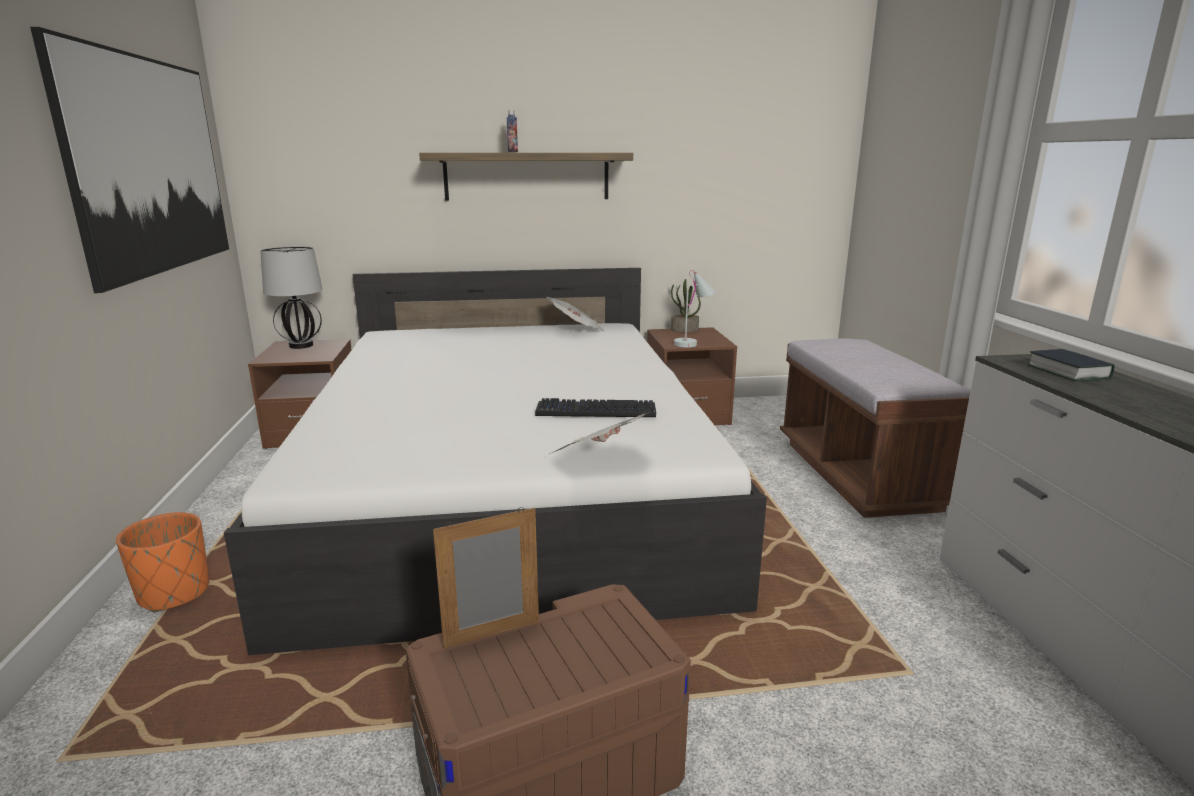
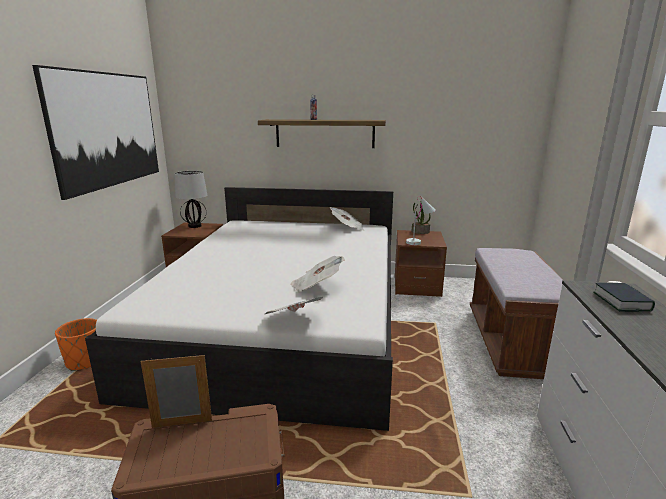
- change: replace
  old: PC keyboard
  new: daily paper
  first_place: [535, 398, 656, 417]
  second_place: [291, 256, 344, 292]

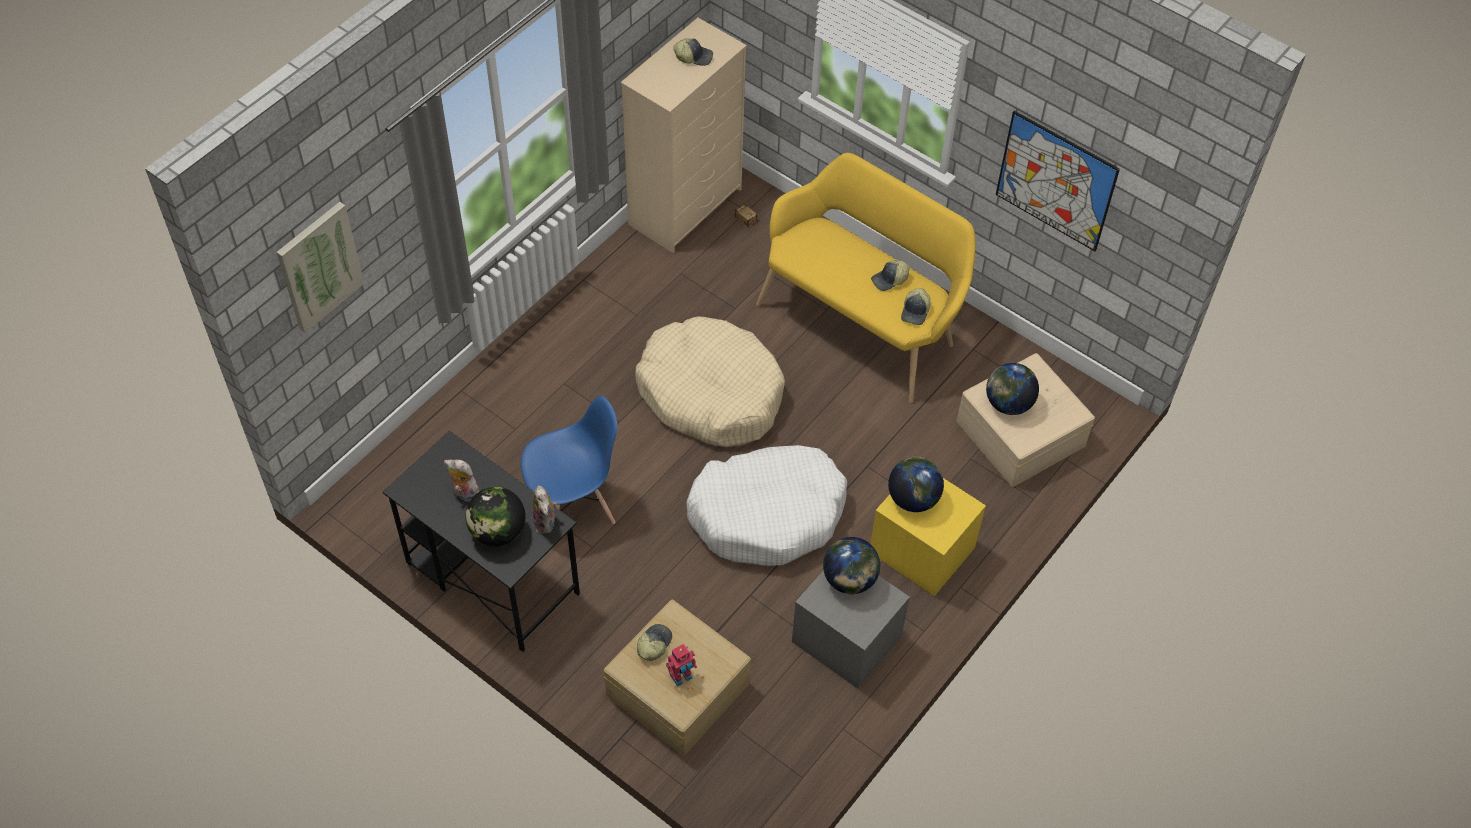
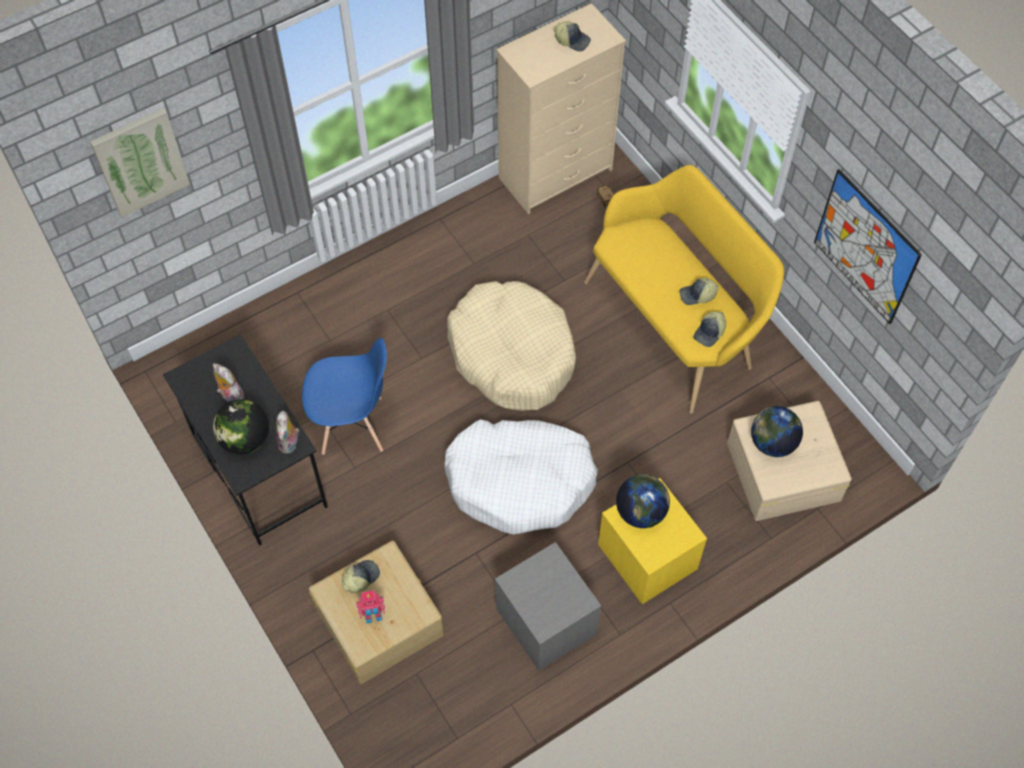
- change: delete
  old: world globe
  first_place: [823, 537, 880, 595]

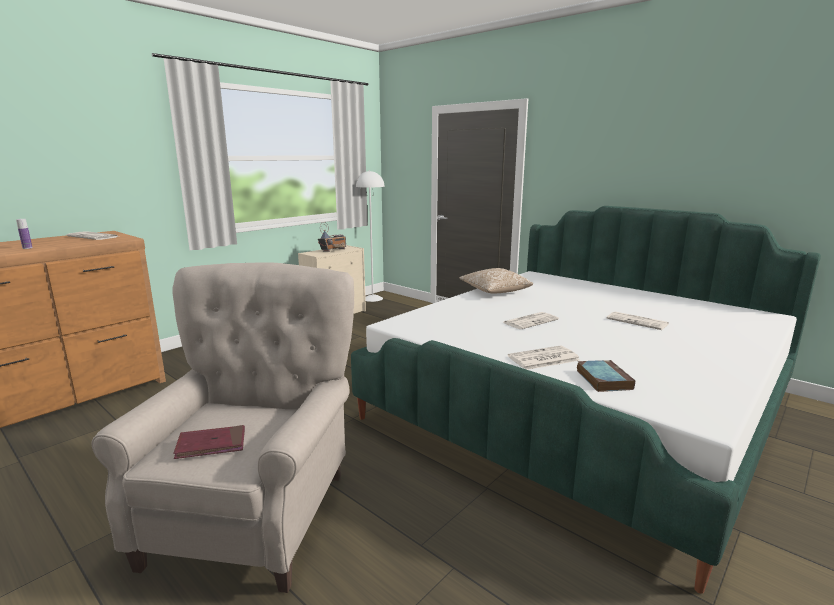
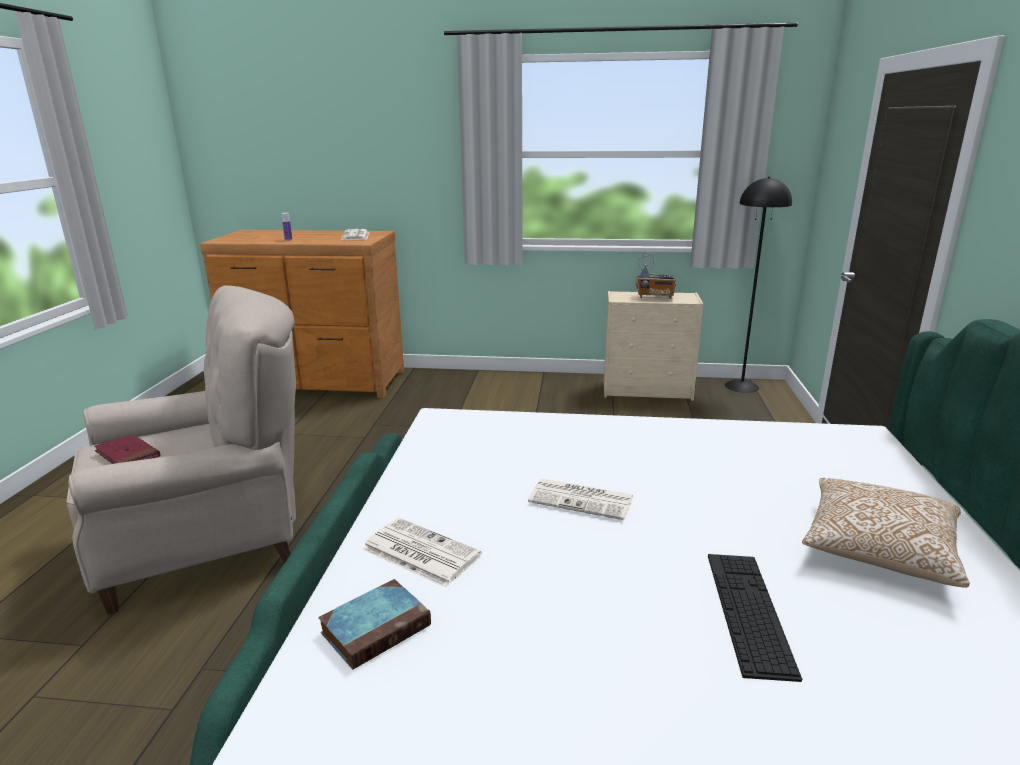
- change: recolor
  old: whitish standing lamp
  new: black standing lamp
  first_place: [356, 170, 385, 302]
  second_place: [725, 177, 792, 393]
- change: move
  old: cushion
  first_place: [459, 268, 533, 293]
  second_place: [802, 478, 970, 588]
- change: replace
  old: daily paper
  new: PC keyboard
  first_place: [607, 311, 669, 330]
  second_place: [708, 554, 802, 682]

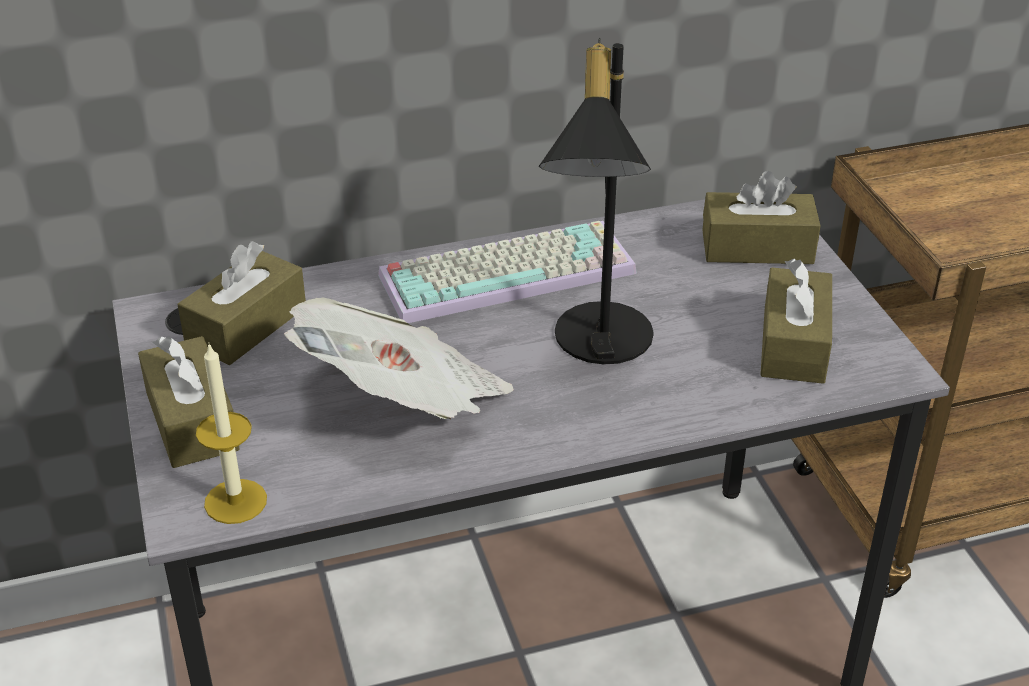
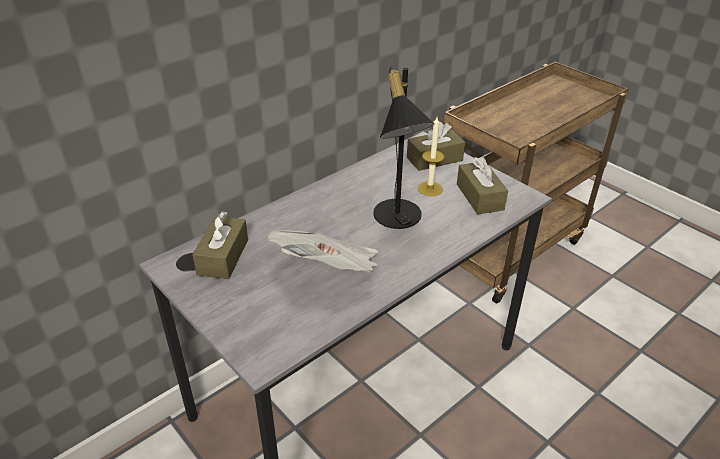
- change: delete
  old: brown-coloured tissue box
  first_place: [138, 336, 239, 468]
- change: move
  old: candle
  first_place: [196, 342, 267, 524]
  second_place: [418, 117, 445, 196]
- change: delete
  old: PC keyboard
  first_place: [378, 221, 637, 323]

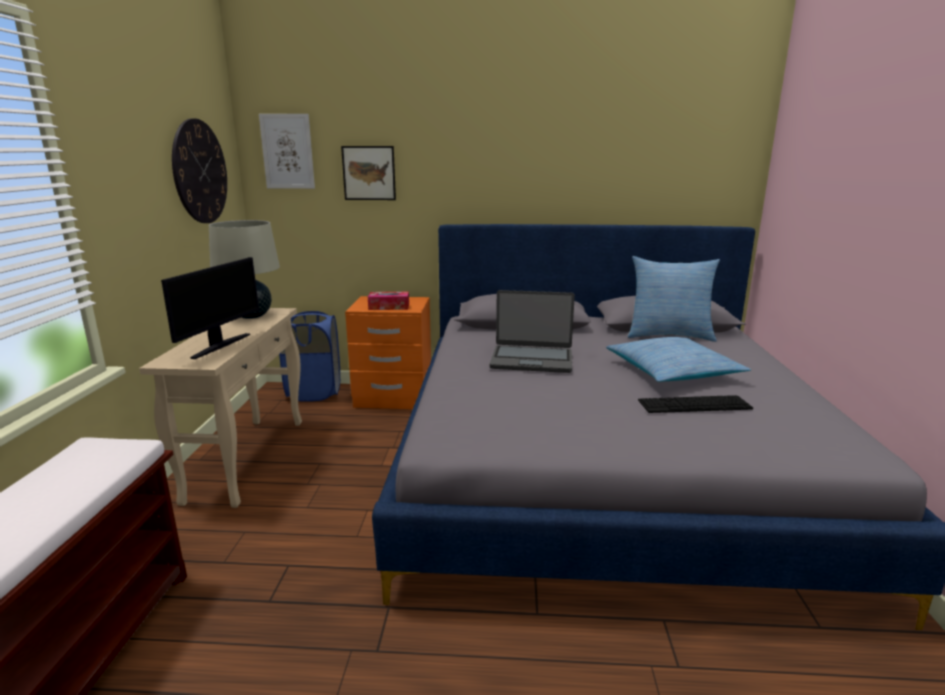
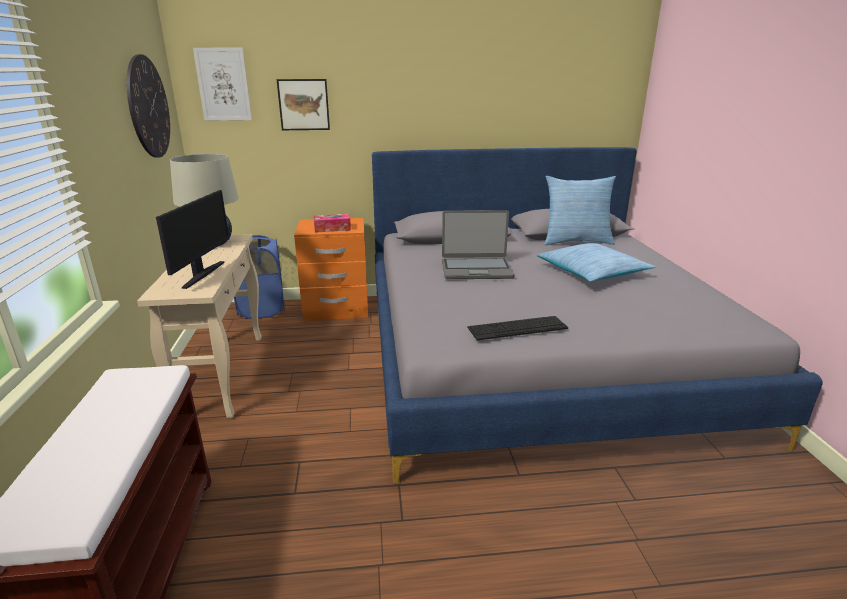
- change: move
  old: PC keyboard
  first_place: [638, 395, 753, 413]
  second_place: [468, 316, 568, 340]

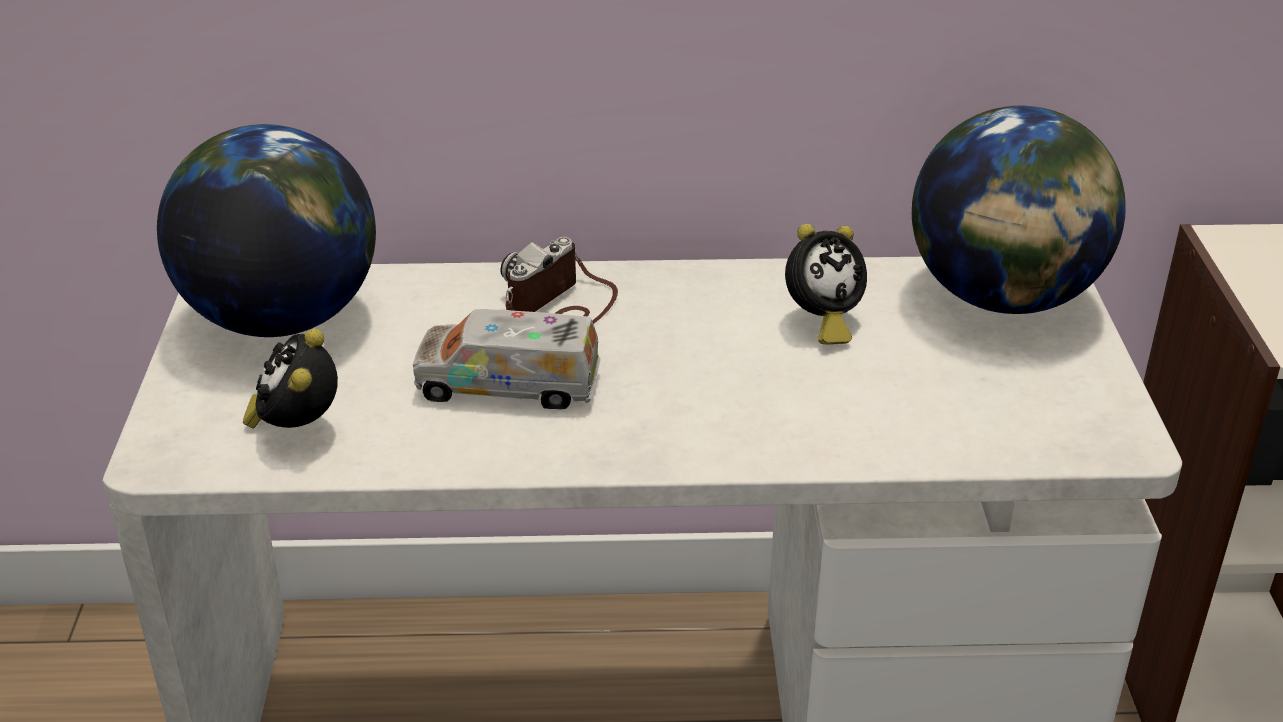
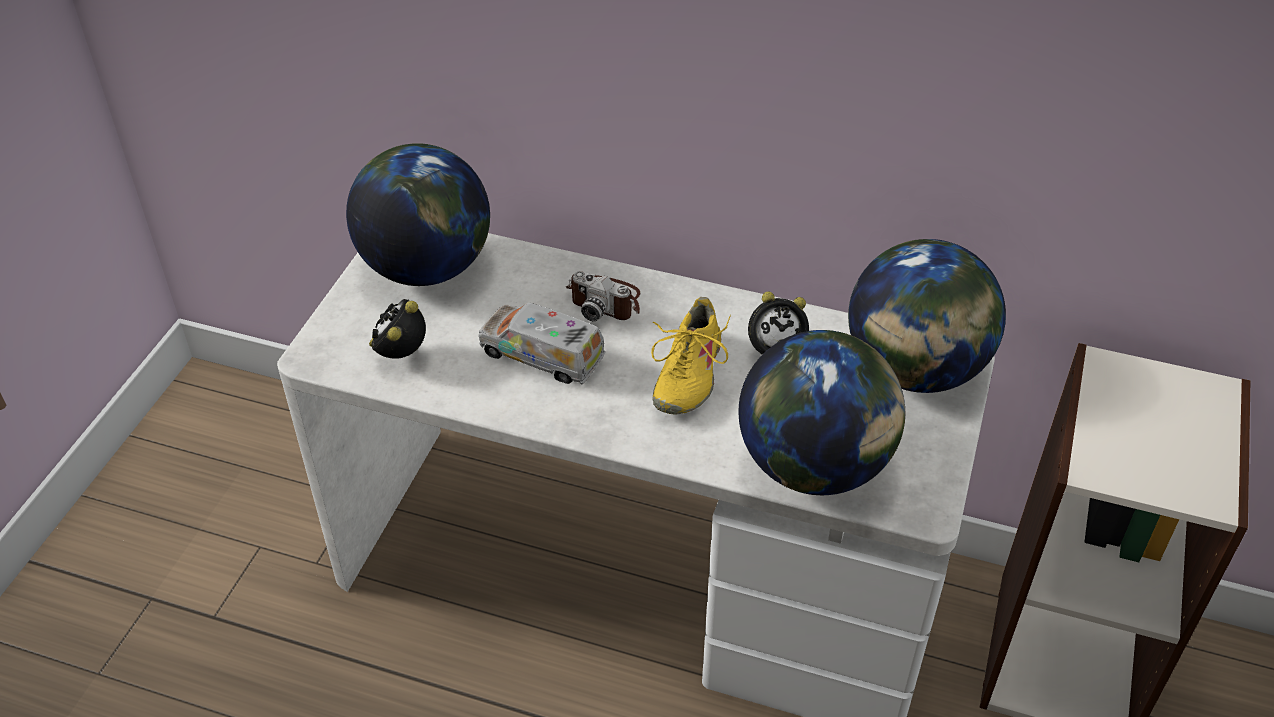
- change: rotate
  old: photo camera
  first_place: [500, 237, 618, 324]
  second_place: [566, 271, 640, 321]
  degrees: -120
- change: insert
  new: yellow-coloured low shoe
  second_place: [651, 297, 731, 414]
- change: insert
  new: world globe
  second_place: [738, 330, 905, 495]

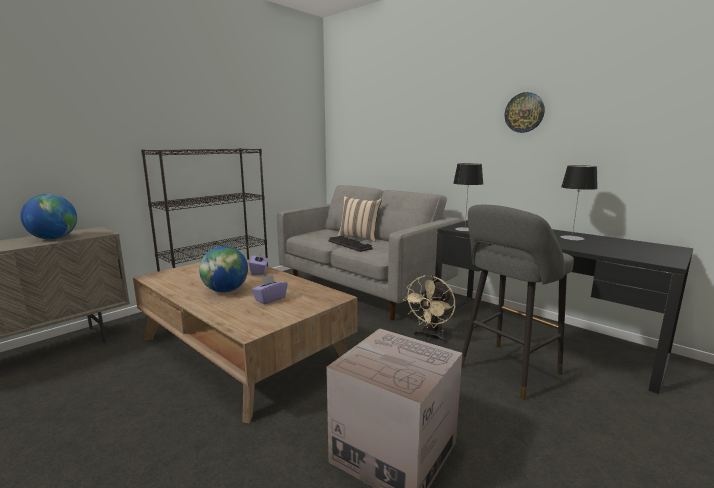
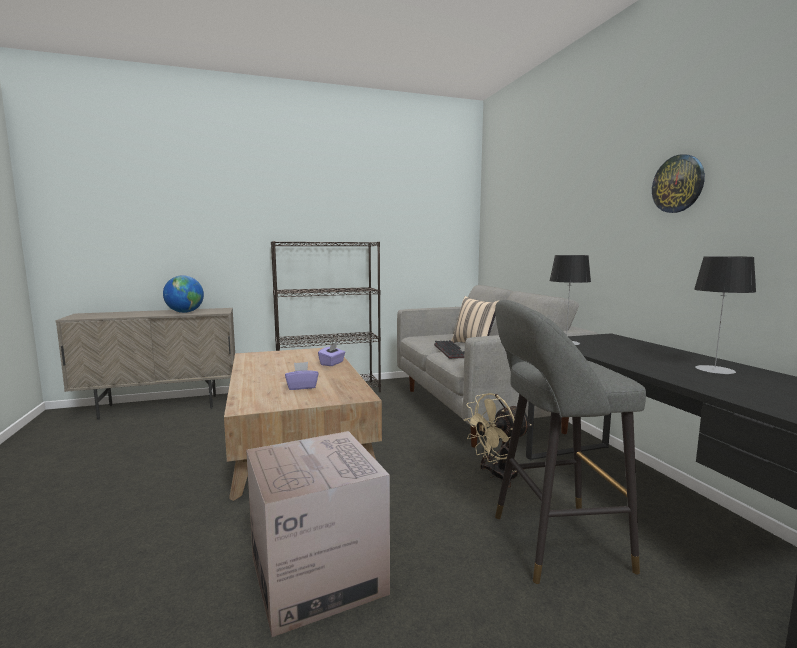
- change: delete
  old: world globe
  first_place: [199, 246, 248, 293]

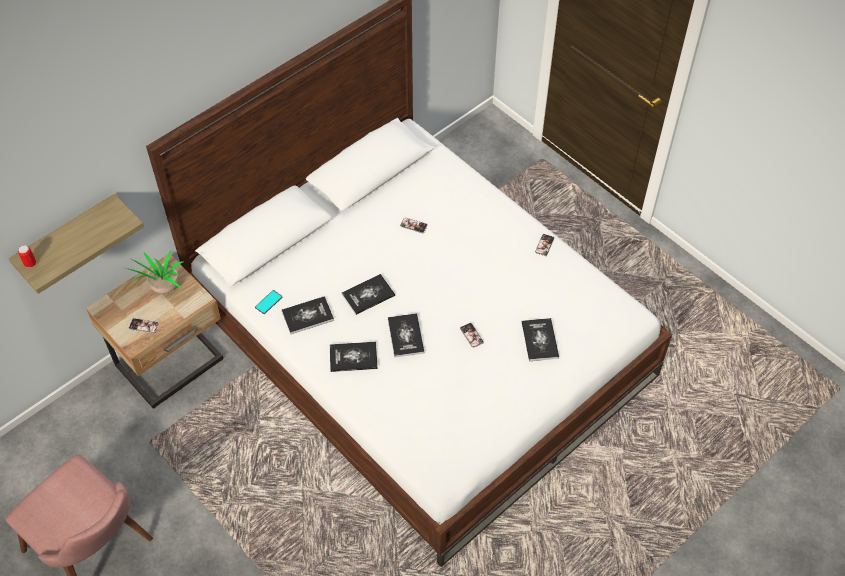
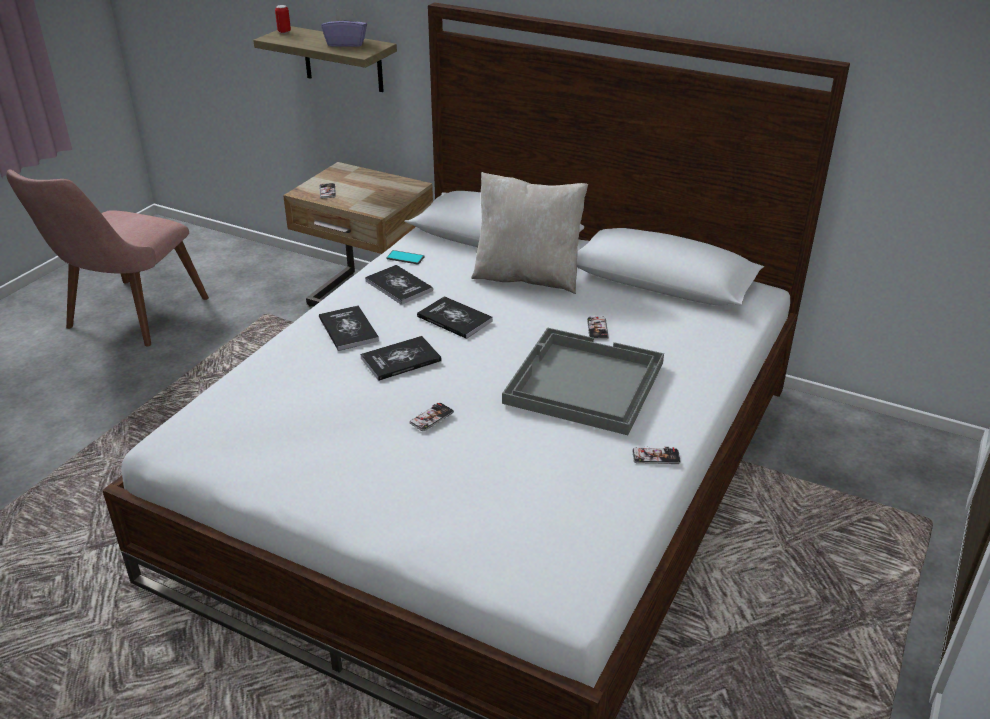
- change: delete
  old: potted plant
  first_place: [126, 250, 185, 294]
- change: delete
  old: book
  first_place: [522, 318, 559, 361]
- change: insert
  new: purple-coloured tissue box
  second_place: [321, 9, 367, 47]
- change: insert
  new: beige-coloured cushion
  second_place: [471, 172, 588, 294]
- change: insert
  new: gray carrying tray
  second_place: [502, 327, 664, 435]

